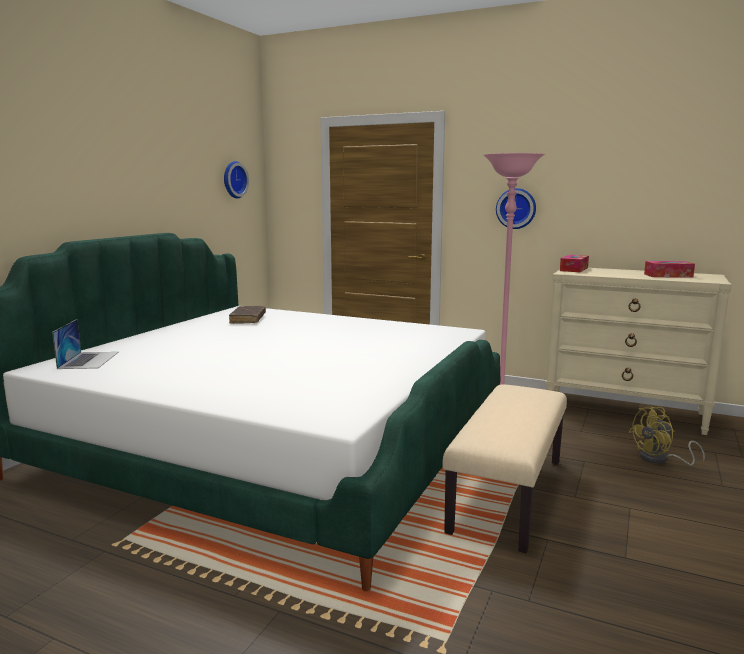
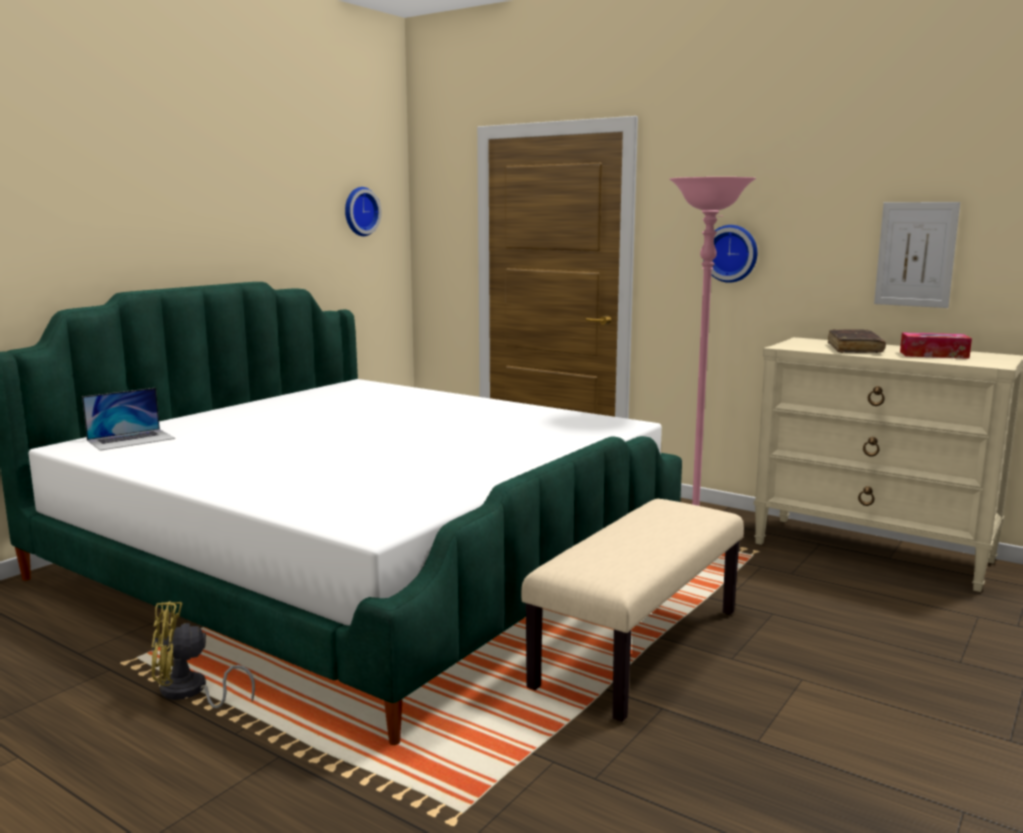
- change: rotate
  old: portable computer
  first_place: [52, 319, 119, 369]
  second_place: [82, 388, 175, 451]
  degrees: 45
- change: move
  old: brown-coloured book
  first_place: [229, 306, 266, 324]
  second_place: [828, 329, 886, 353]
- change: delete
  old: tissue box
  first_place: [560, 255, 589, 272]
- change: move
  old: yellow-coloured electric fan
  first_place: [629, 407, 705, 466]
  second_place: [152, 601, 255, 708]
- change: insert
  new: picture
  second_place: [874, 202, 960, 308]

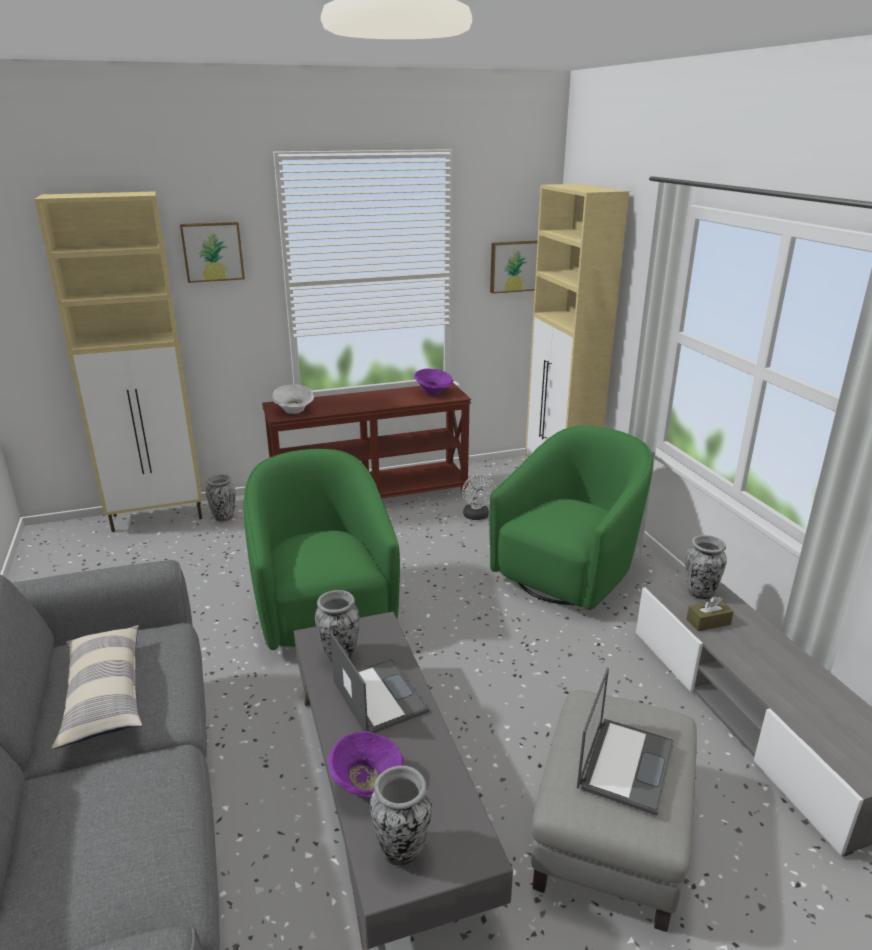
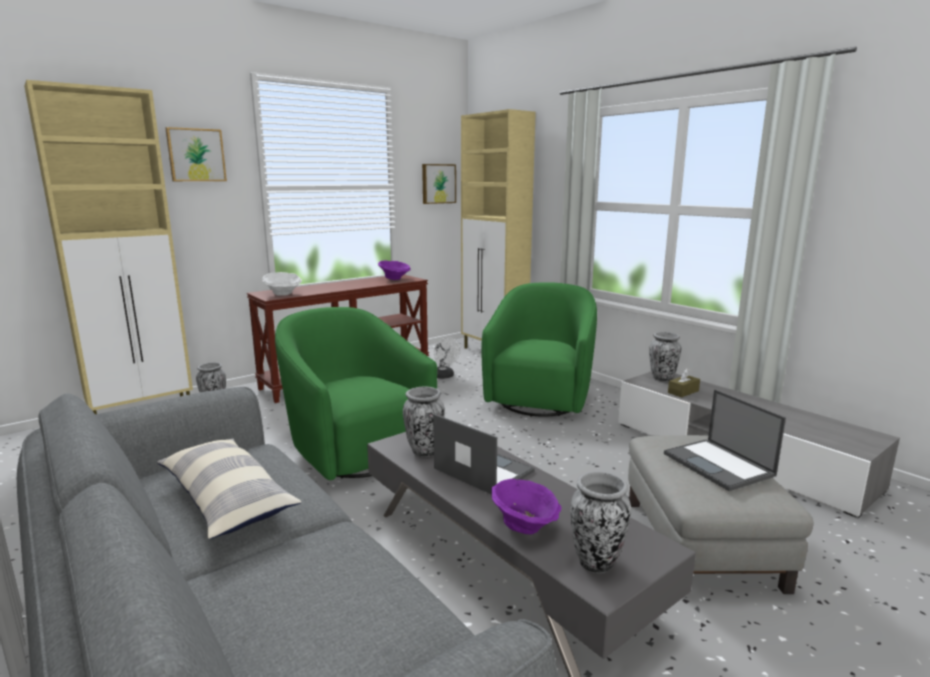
- change: rotate
  old: portable computer
  first_place: [577, 668, 674, 816]
  second_place: [664, 390, 786, 491]
  degrees: 150

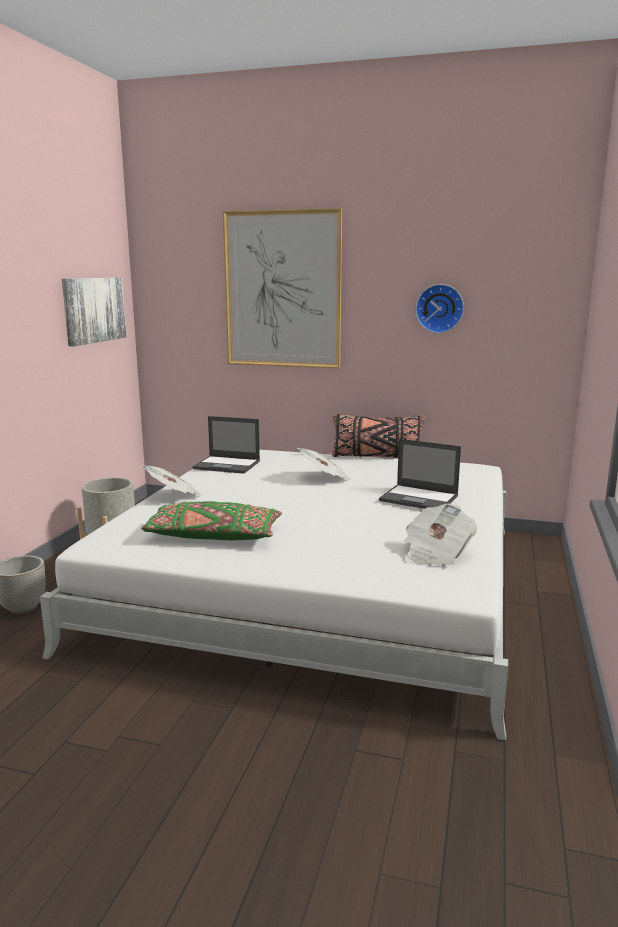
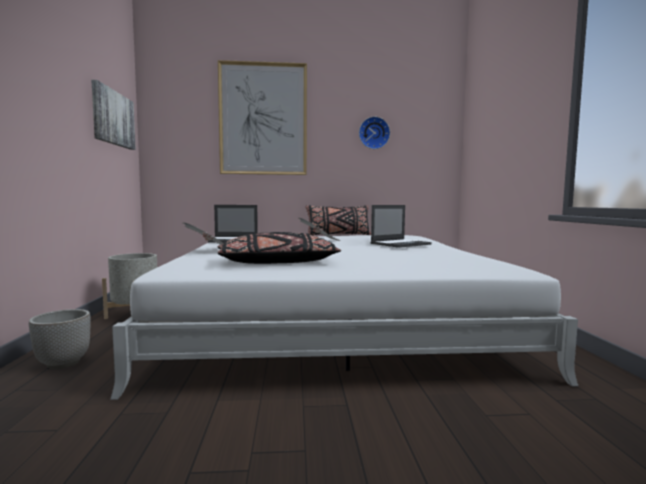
- change: recolor
  old: greenish cushion
  new: black cushion
  first_place: [141, 501, 282, 540]
  second_place: [217, 232, 341, 264]
- change: rotate
  old: portable computer
  first_place: [379, 439, 461, 509]
  second_place: [371, 205, 432, 248]
  degrees: -45
- change: delete
  old: daily paper
  first_place: [405, 504, 477, 565]

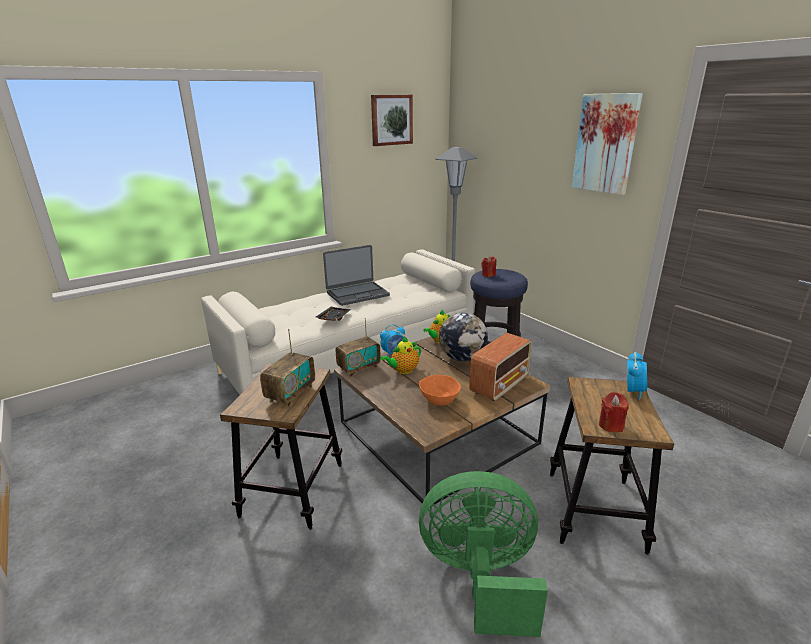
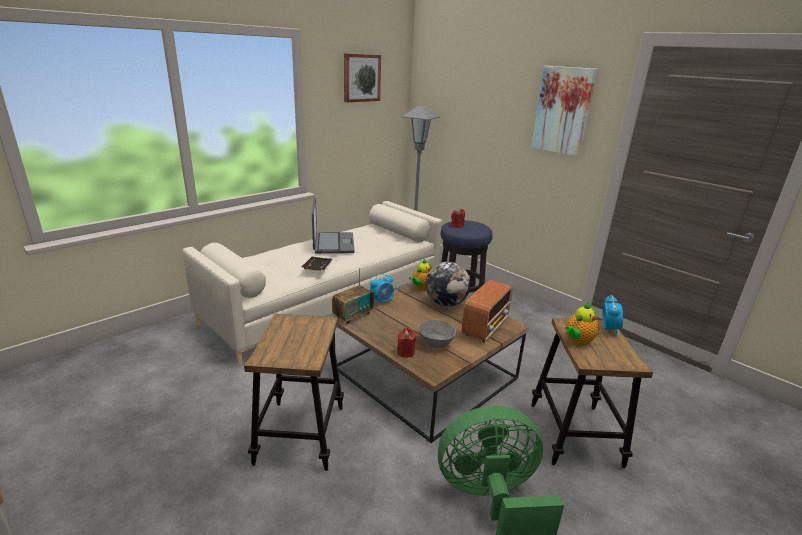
- change: delete
  old: radio
  first_place: [260, 329, 315, 408]
- change: rotate
  old: portable computer
  first_place: [323, 245, 390, 306]
  second_place: [312, 198, 355, 254]
  degrees: -60
- change: move
  old: tea pot
  first_place: [380, 336, 421, 374]
  second_place: [565, 302, 599, 345]
- change: recolor
  old: orange serving bowl
  new: gray serving bowl
  first_place: [419, 375, 461, 406]
  second_place: [418, 320, 456, 348]
- change: move
  old: red candle
  first_place: [599, 392, 629, 433]
  second_place: [397, 328, 416, 358]

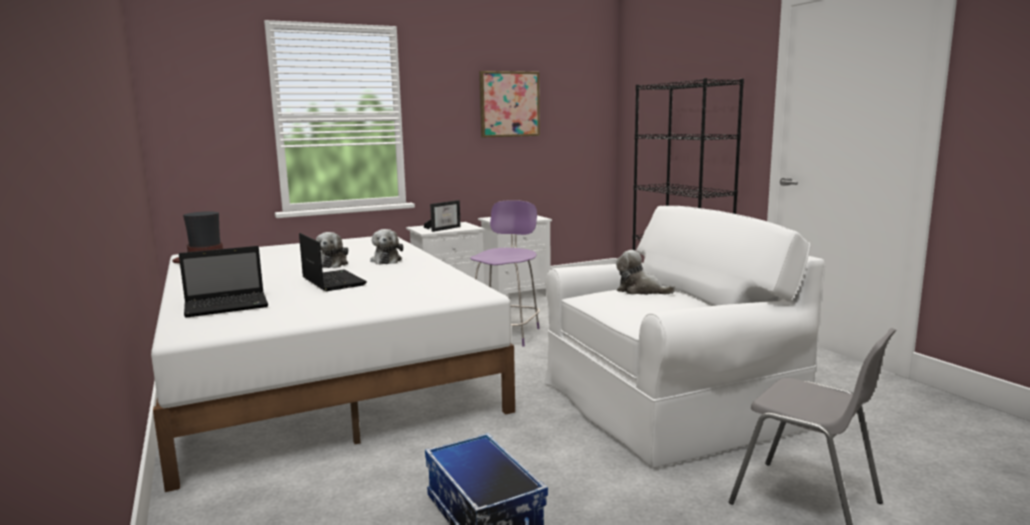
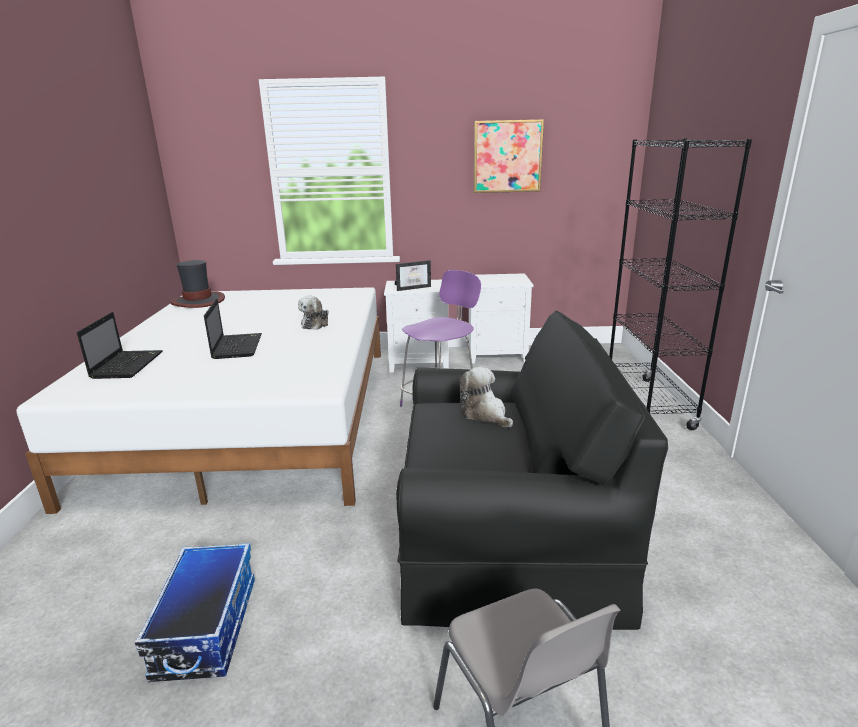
- change: rotate
  old: portable computer
  first_place: [179, 246, 268, 318]
  second_place: [77, 312, 163, 379]
  degrees: -90
- change: delete
  old: plush toy
  first_place: [316, 232, 348, 268]
- change: recolor
  old: whitish lounge chair
  new: black lounge chair
  first_place: [545, 206, 825, 468]
  second_place: [396, 311, 668, 630]

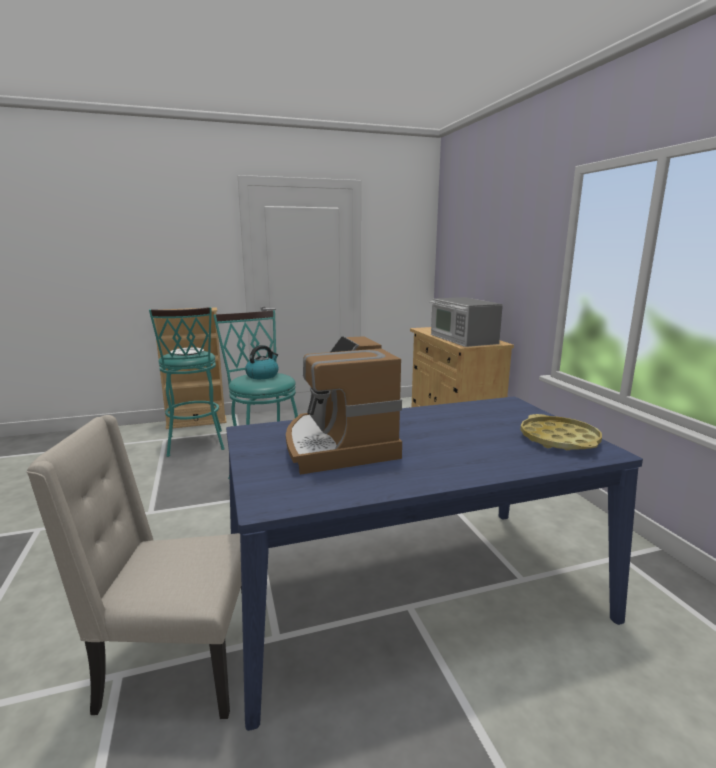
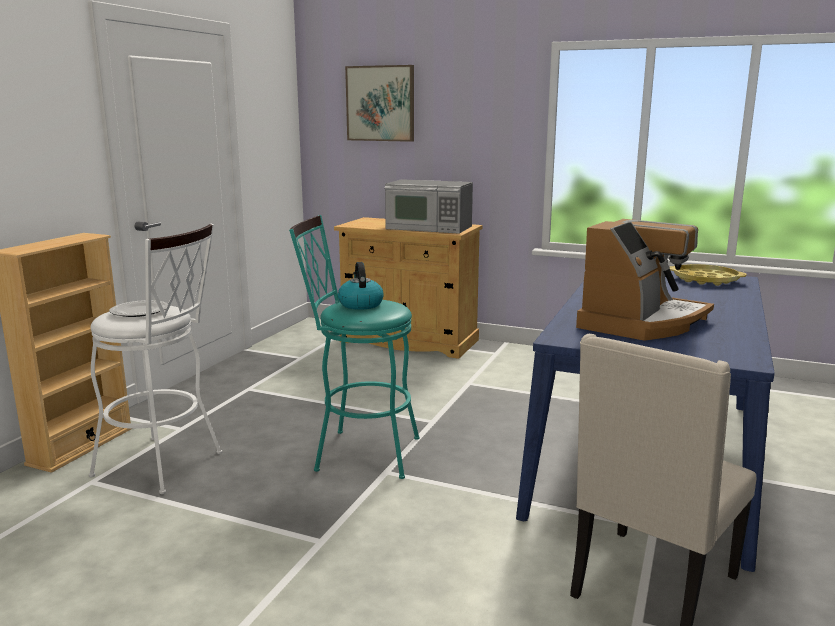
- change: recolor
  old: turquoise-coloured stool
  new: whitish stool
  first_place: [149, 307, 225, 457]
  second_place: [89, 224, 222, 494]
- change: rotate
  old: coffee maker
  first_place: [286, 336, 402, 475]
  second_place: [576, 219, 714, 341]
  degrees: -75
- change: insert
  new: picture
  second_place: [345, 65, 414, 142]

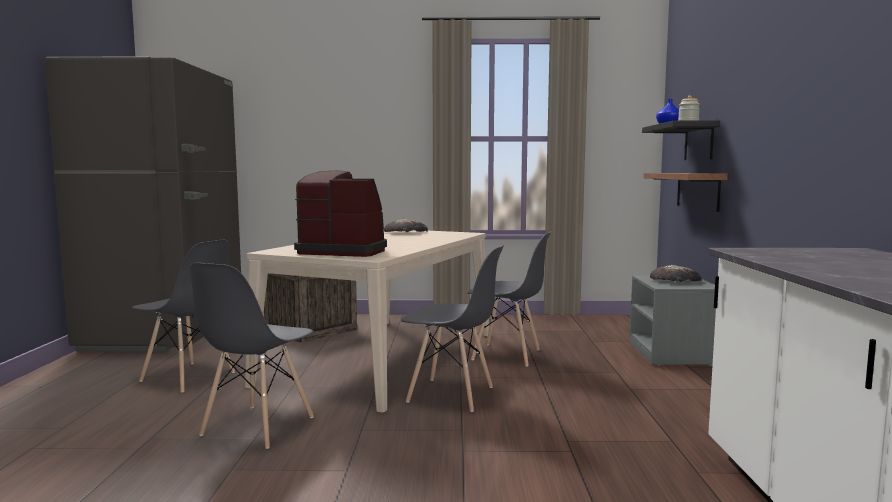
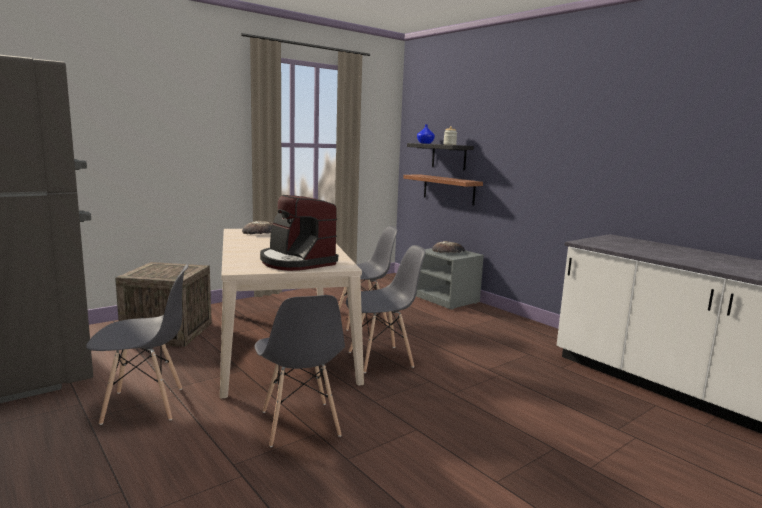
- change: rotate
  old: coffee maker
  first_place: [294, 171, 387, 257]
  second_place: [260, 195, 338, 271]
  degrees: -105

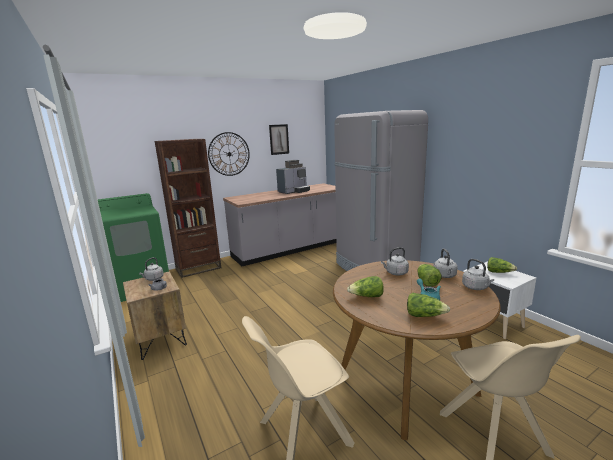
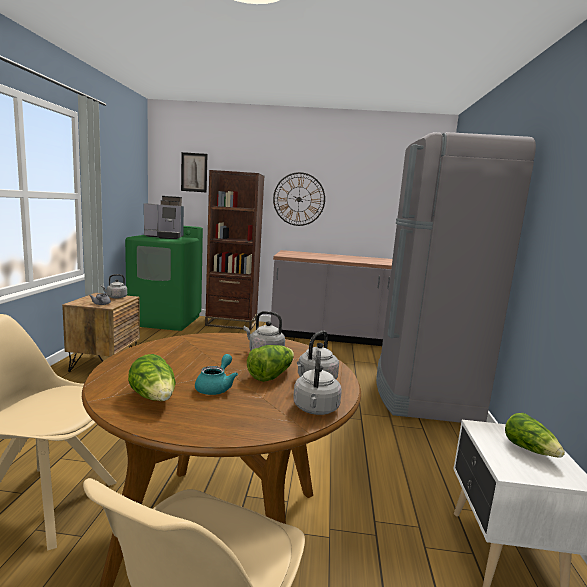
- change: move
  old: picture
  first_place: [269, 124, 289, 155]
  second_place: [181, 152, 208, 193]
- change: move
  old: coffee maker
  first_place: [276, 160, 310, 194]
  second_place: [144, 196, 184, 239]
- change: delete
  old: lettuce head
  first_place: [347, 276, 384, 297]

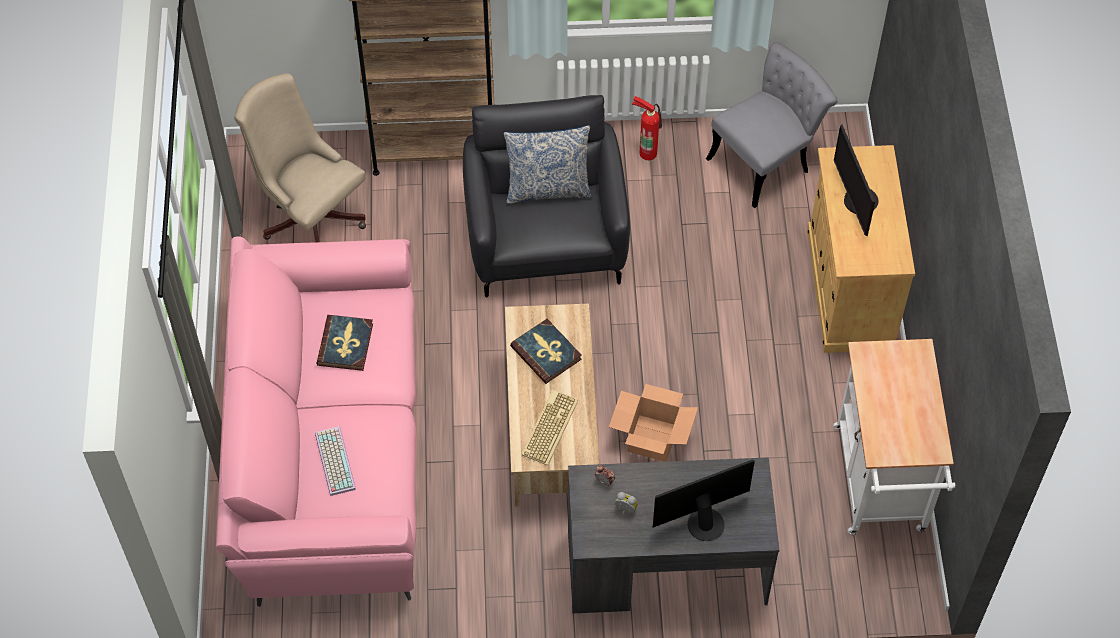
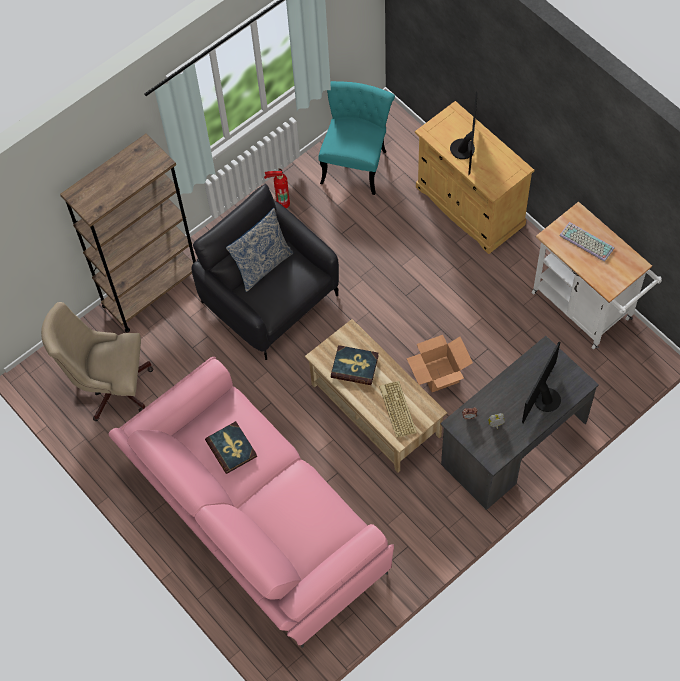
- change: move
  old: PC keyboard
  first_place: [315, 426, 356, 496]
  second_place: [559, 222, 614, 262]
- change: recolor
  old: gray plain chair
  new: turquoise-coloured plain chair
  first_place: [706, 42, 838, 208]
  second_place: [319, 81, 395, 195]
- change: rotate
  old: computer display
  first_place: [834, 125, 878, 236]
  second_place: [450, 92, 478, 175]
  degrees: -120

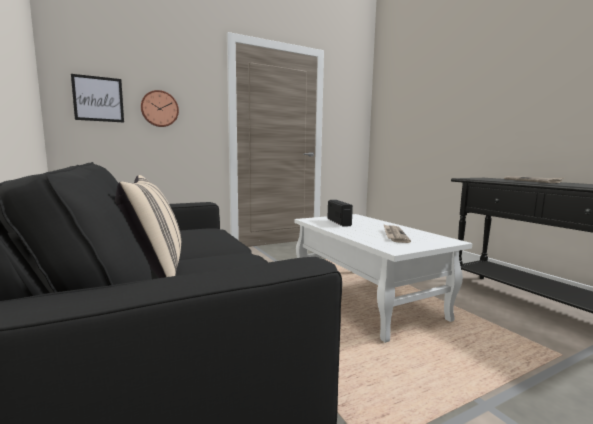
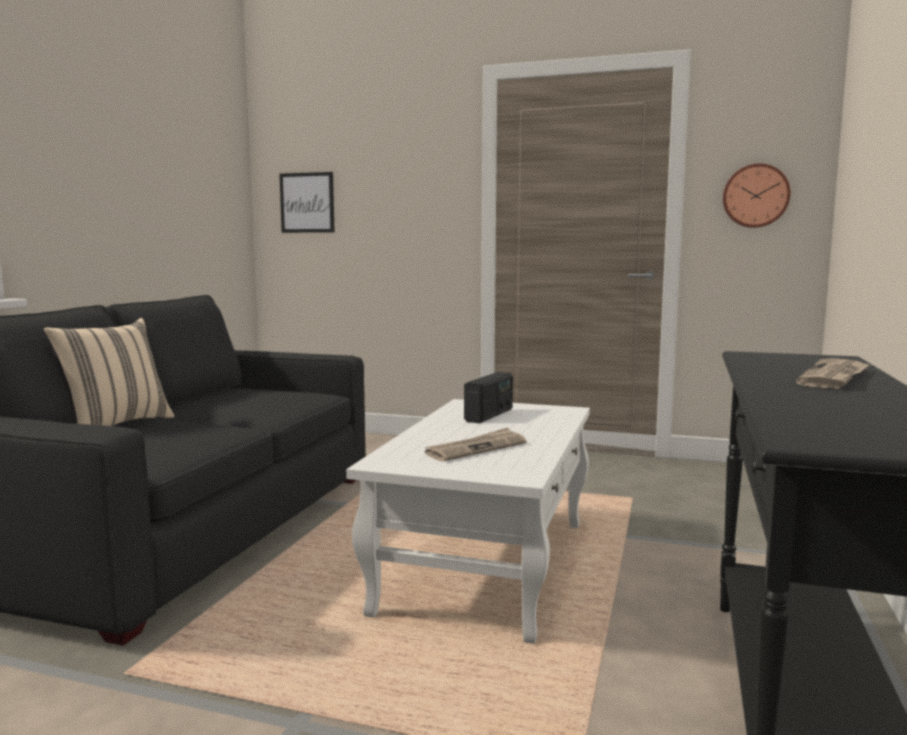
- change: move
  old: clock on the wall
  first_place: [141, 90, 179, 127]
  second_place: [723, 163, 791, 228]

